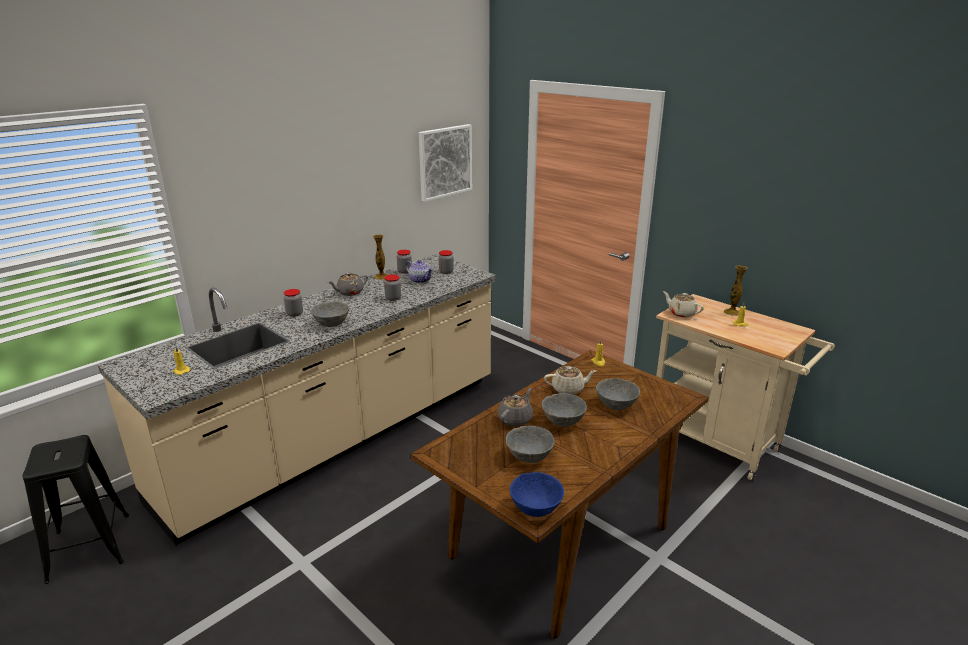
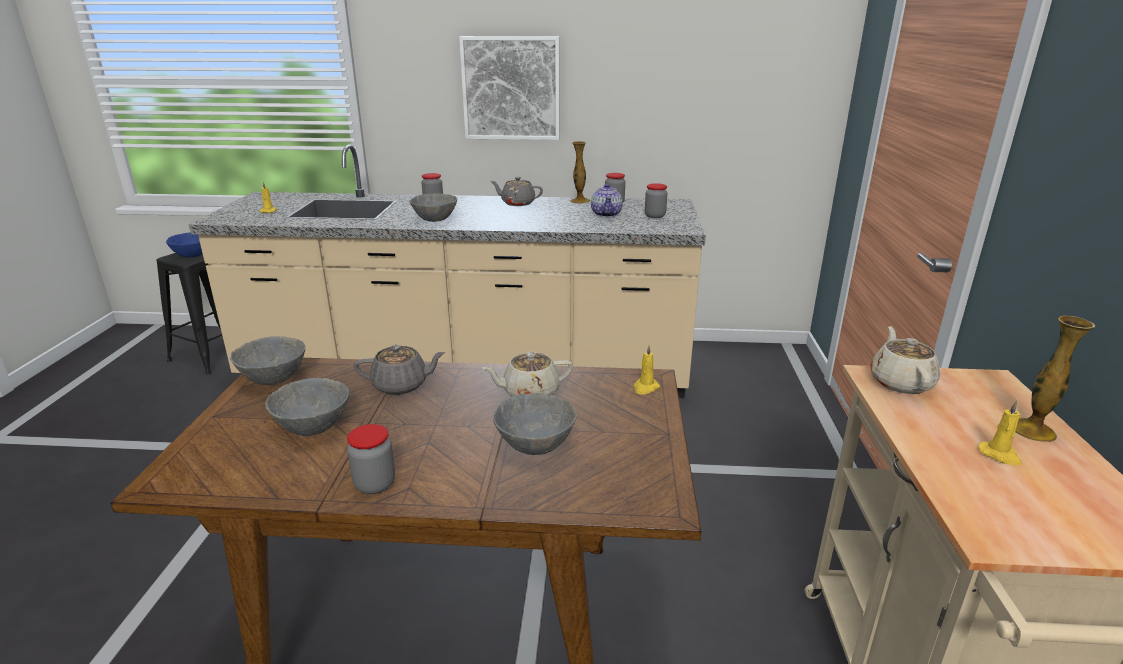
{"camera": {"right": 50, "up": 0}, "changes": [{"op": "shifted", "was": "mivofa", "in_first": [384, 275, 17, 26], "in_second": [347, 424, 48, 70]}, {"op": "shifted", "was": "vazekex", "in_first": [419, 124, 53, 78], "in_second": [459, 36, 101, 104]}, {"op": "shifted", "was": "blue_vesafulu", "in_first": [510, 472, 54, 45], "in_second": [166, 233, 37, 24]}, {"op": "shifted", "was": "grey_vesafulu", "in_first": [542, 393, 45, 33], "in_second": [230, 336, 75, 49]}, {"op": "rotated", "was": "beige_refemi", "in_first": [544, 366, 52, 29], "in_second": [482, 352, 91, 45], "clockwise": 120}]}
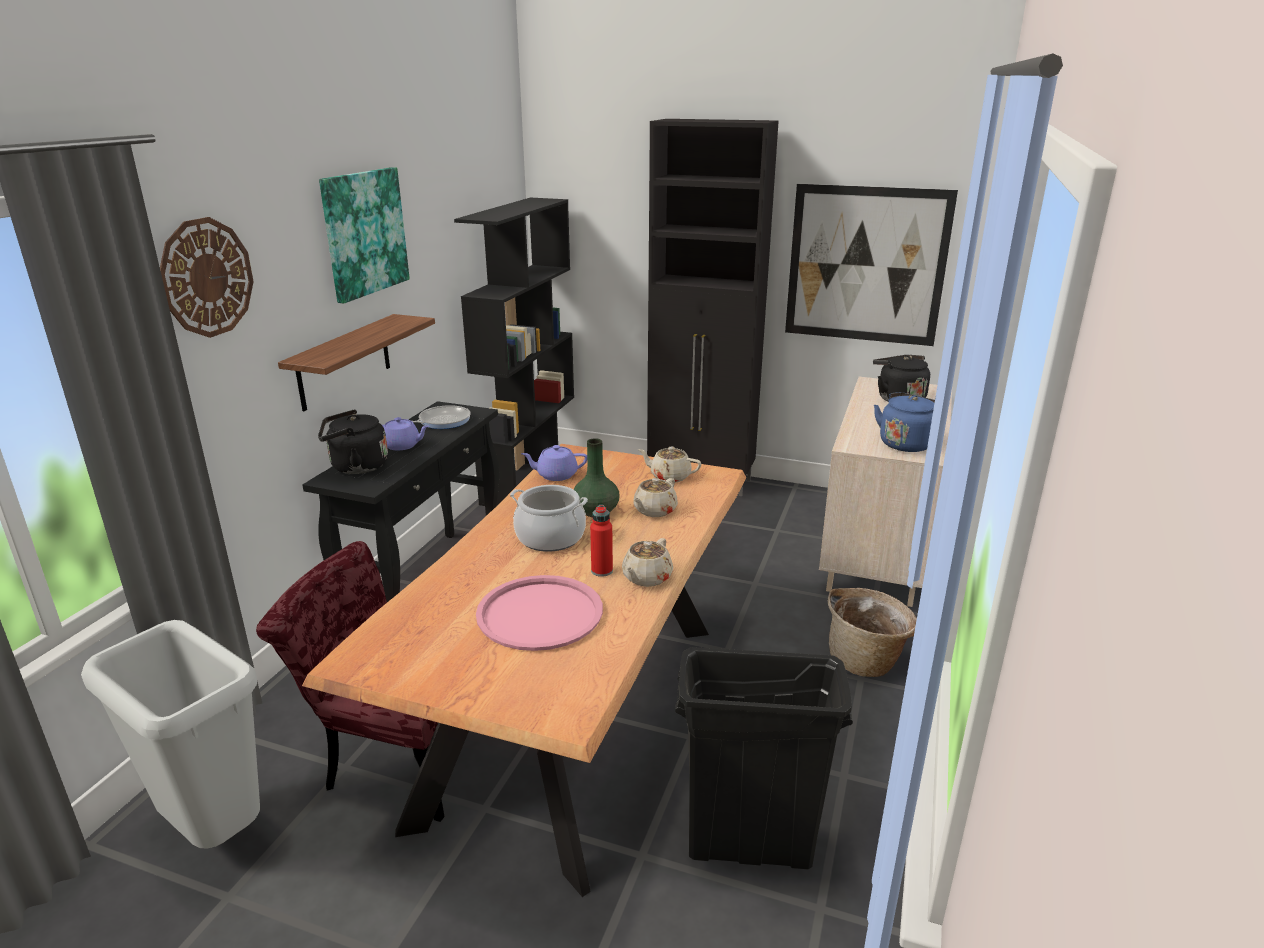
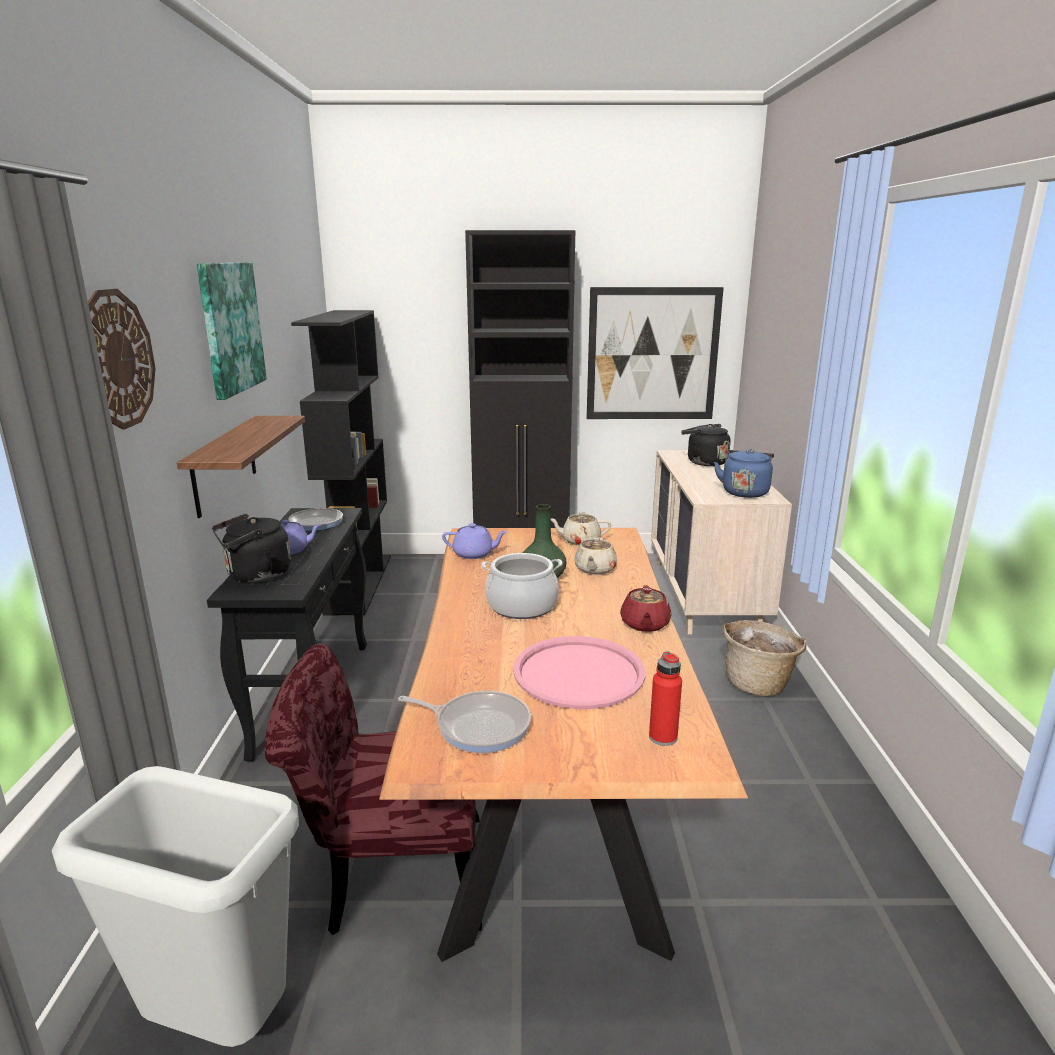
{"camera": {"right": -20, "up": -5}, "changes": [{"op": "rotated", "was": "purple_refemi", "in_first": [521, 445, 66, 36], "in_second": [442, 523, 66, 36], "clockwise": -150}, {"op": "shifted", "was": "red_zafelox", "in_first": [590, 505, 23, 72], "in_second": [649, 651, 33, 95]}, {"op": "repainted", "was": "beige_refemi", "now": "red_refemi", "in_first": [622, 538, 51, 49], "in_second": [620, 585, 51, 47]}, {"op": "gone", "was": "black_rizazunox", "in_first": [675, 647, 178, 222]}, {"op": "new", "now": "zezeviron", "in_second": [398, 691, 133, 62]}]}
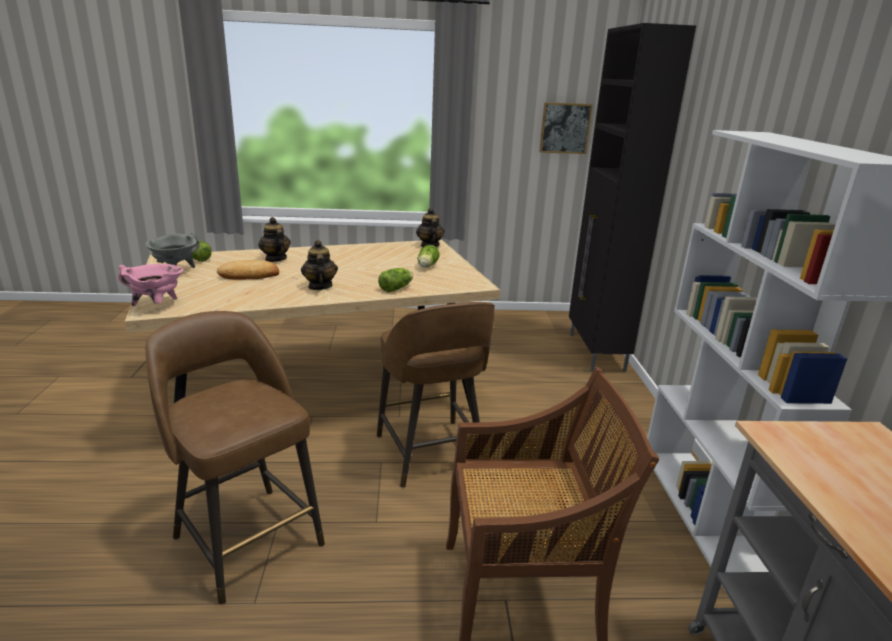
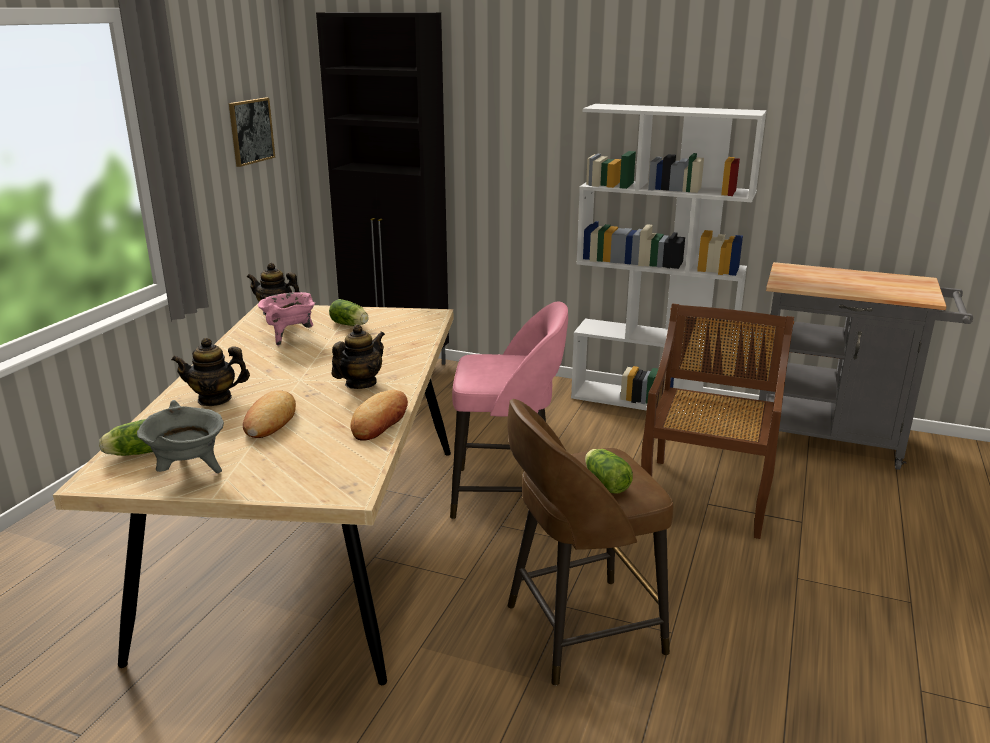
{"camera": {"right": -65, "up": 0}, "changes": [{"op": "shifted", "was": "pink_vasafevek", "in_first": [118, 264, 65, 42], "in_second": [258, 292, 57, 54]}, {"op": "rotated", "was": "refemi", "in_first": [301, 240, 37, 50], "in_second": [332, 324, 53, 65], "clockwise": 120}, {"op": "repainted", "was": "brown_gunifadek", "now": "pink_gunifadek", "in_first": [377, 302, 118, 186], "in_second": [450, 301, 118, 218]}, {"op": "shifted", "was": "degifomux", "in_first": [378, 268, 35, 24], "in_second": [585, 449, 48, 44]}, {"op": "new", "now": "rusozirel", "in_second": [350, 390, 58, 51]}]}
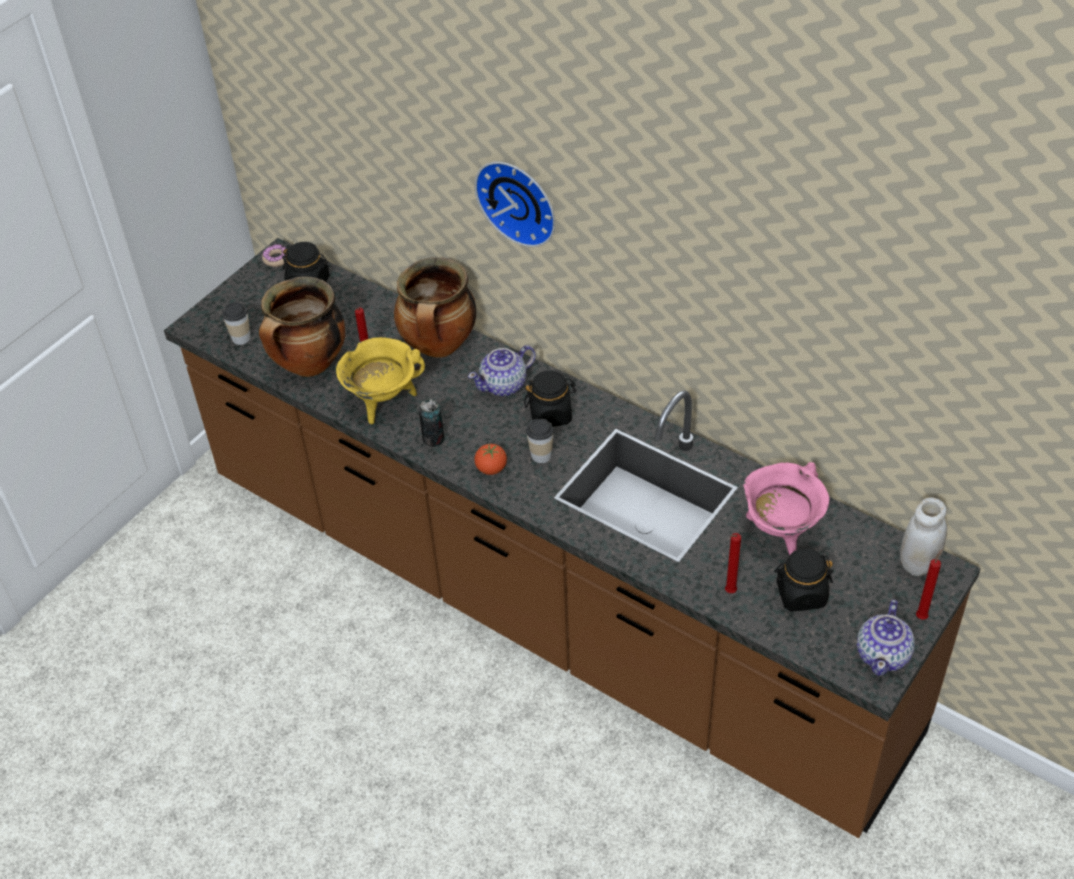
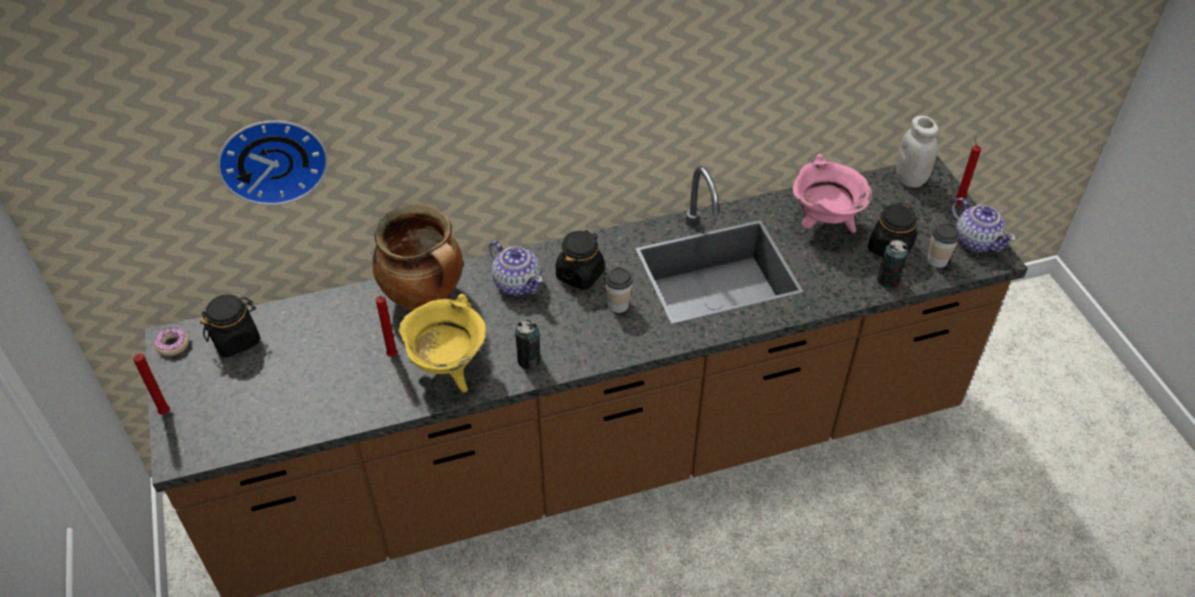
{"camera": {"right": -55, "up": 0}, "changes": [{"op": "shifted", "was": "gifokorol", "in_first": [222, 302, 28, 43], "in_second": [927, 223, 33, 45]}, {"op": "gone", "was": "vasafevek", "in_first": [259, 276, 86, 101]}, {"op": "rotated", "was": "refemi", "in_first": [468, 345, 68, 51], "in_second": [489, 241, 54, 55], "clockwise": -45}, {"op": "shifted", "was": "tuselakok", "in_first": [474, 162, 81, 85], "in_second": [217, 120, 111, 85]}, {"op": "gone", "was": "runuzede", "in_first": [474, 443, 33, 32]}, {"op": "shifted", "was": "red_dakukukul", "in_first": [725, 533, 16, 60], "in_second": [133, 353, 37, 62]}, {"op": "new", "now": "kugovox", "in_second": [877, 240, 31, 49]}]}
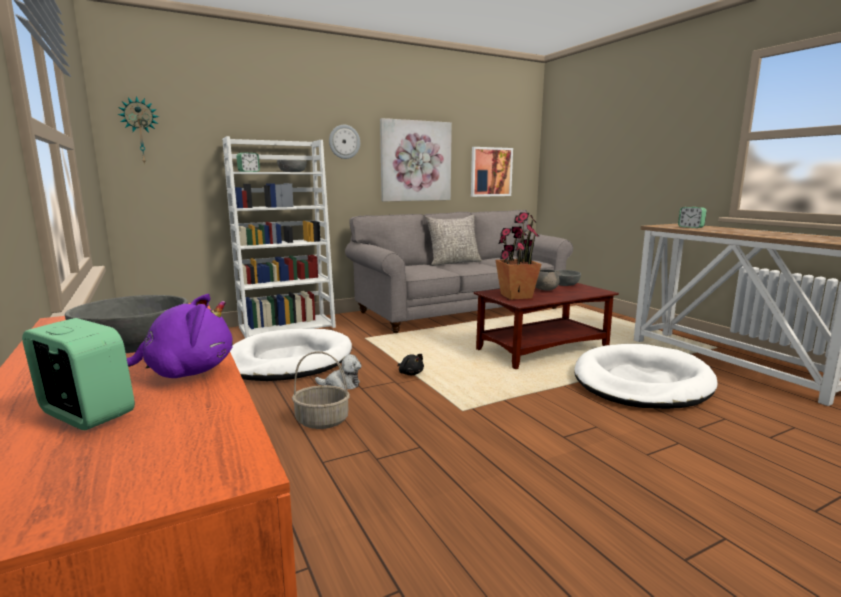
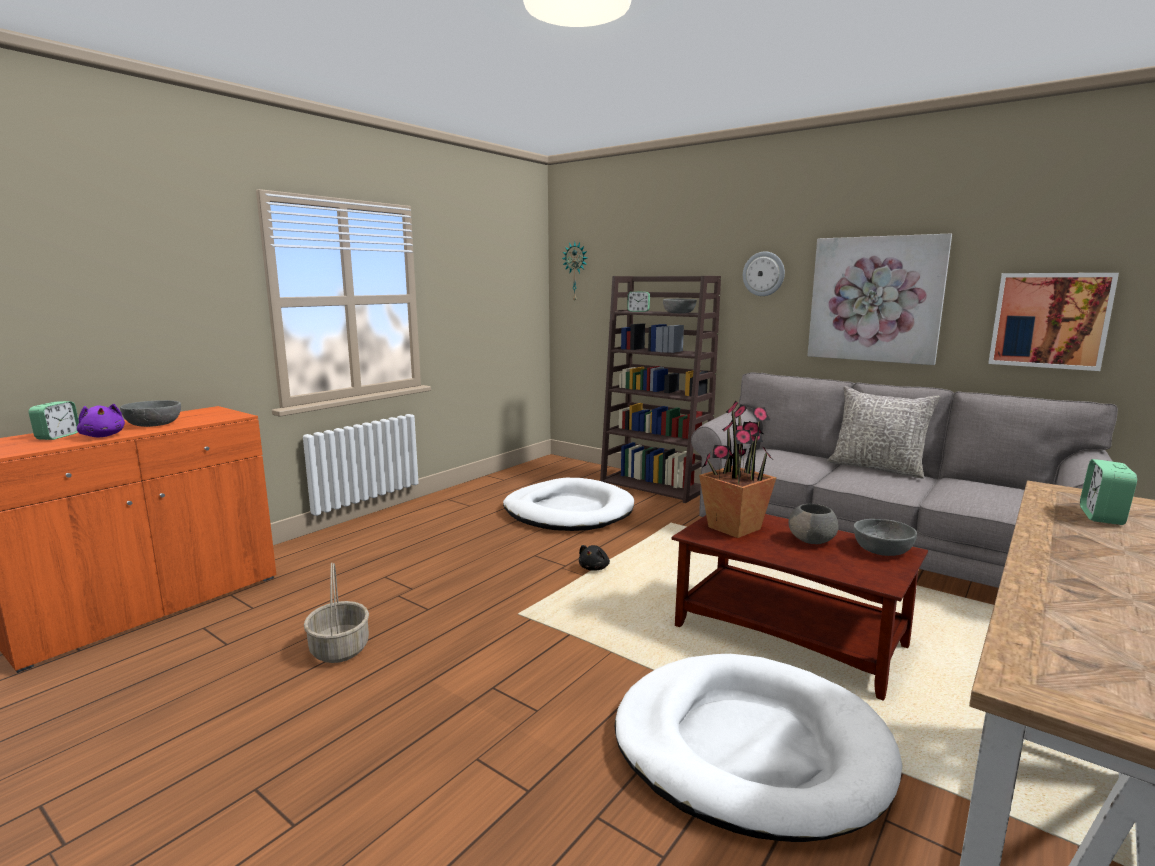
{"camera": {"right": 65, "up": 0}, "changes": [{"op": "repainted", "was": "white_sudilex", "now": "brown_sudilex", "in_first": [222, 136, 114, 202], "in_second": [600, 276, 121, 227]}, {"op": "shifted", "was": "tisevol", "in_first": [292, 351, 58, 78], "in_second": [304, 562, 65, 101]}, {"op": "gone", "was": "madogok", "in_first": [315, 354, 47, 35]}]}
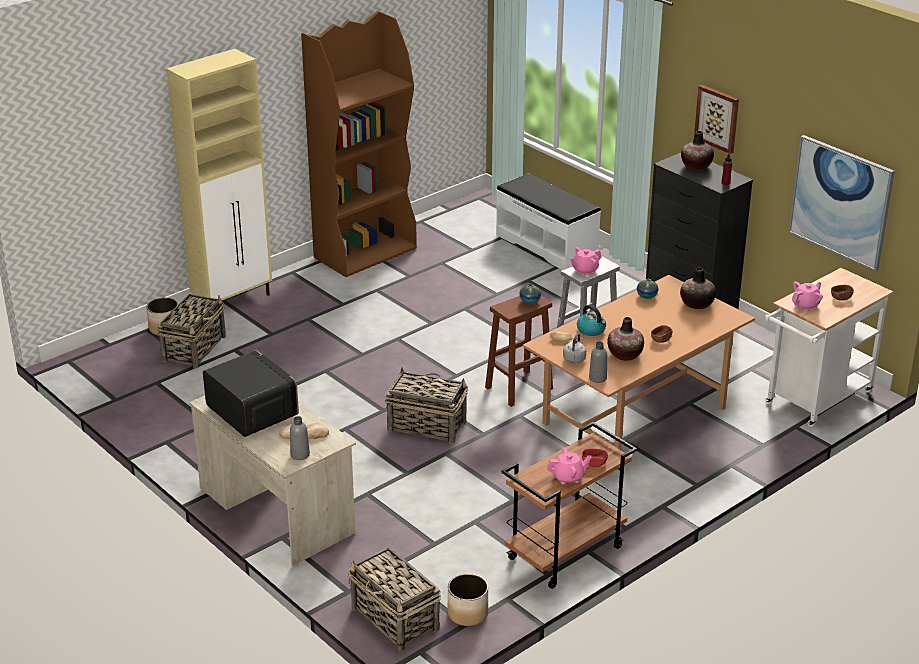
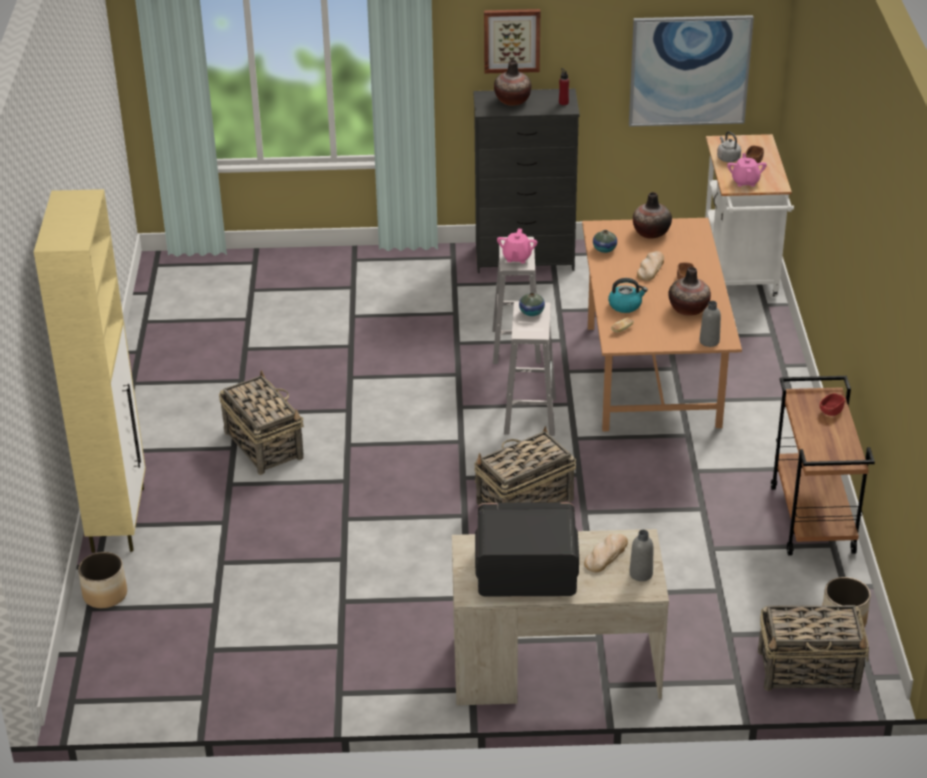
{"camera": {"right": -50, "up": 5}, "changes": [{"op": "shifted", "was": "tisevol", "in_first": [157, 294, 69, 75], "in_second": [219, 370, 85, 105]}, {"op": "gone", "was": "brown_sudilex", "in_first": [301, 11, 116, 266]}, {"op": "repainted", "was": "brown_gunifadek", "now": "white_gunifadek", "in_first": [485, 296, 68, 111], "in_second": [504, 302, 52, 134]}, {"op": "gone", "was": "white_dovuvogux", "in_first": [496, 173, 105, 97]}, {"op": "gone", "was": "pink_refemi", "in_first": [547, 447, 44, 37]}, {"op": "shifted", "was": "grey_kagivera", "in_first": [563, 333, 23, 30], "in_second": [717, 131, 24, 31]}, {"op": "new", "now": "rusozirel", "in_second": [637, 251, 27, 30]}]}
